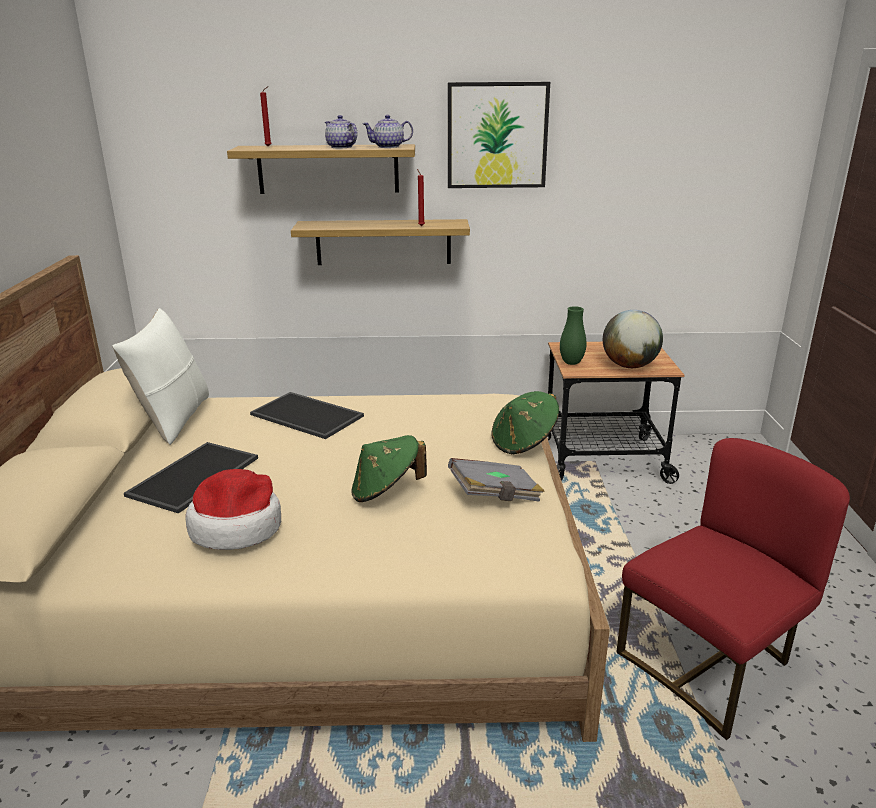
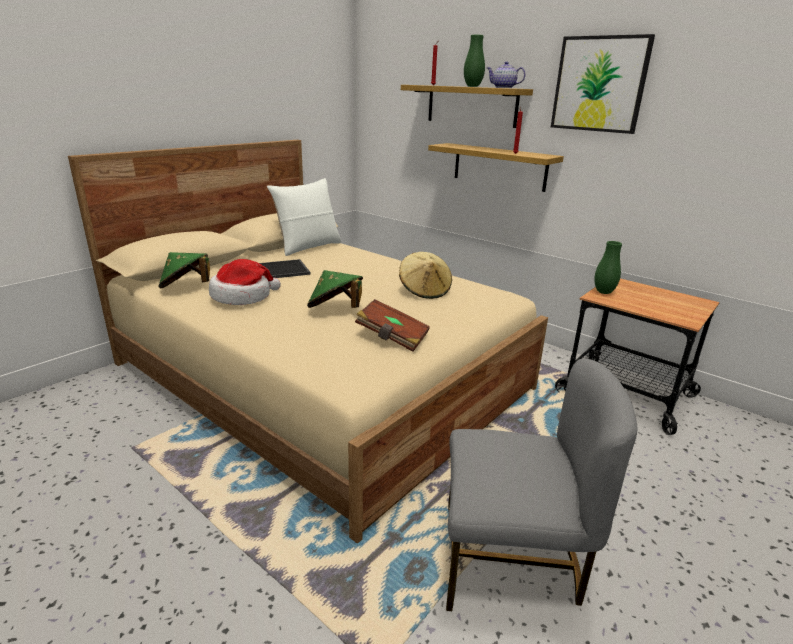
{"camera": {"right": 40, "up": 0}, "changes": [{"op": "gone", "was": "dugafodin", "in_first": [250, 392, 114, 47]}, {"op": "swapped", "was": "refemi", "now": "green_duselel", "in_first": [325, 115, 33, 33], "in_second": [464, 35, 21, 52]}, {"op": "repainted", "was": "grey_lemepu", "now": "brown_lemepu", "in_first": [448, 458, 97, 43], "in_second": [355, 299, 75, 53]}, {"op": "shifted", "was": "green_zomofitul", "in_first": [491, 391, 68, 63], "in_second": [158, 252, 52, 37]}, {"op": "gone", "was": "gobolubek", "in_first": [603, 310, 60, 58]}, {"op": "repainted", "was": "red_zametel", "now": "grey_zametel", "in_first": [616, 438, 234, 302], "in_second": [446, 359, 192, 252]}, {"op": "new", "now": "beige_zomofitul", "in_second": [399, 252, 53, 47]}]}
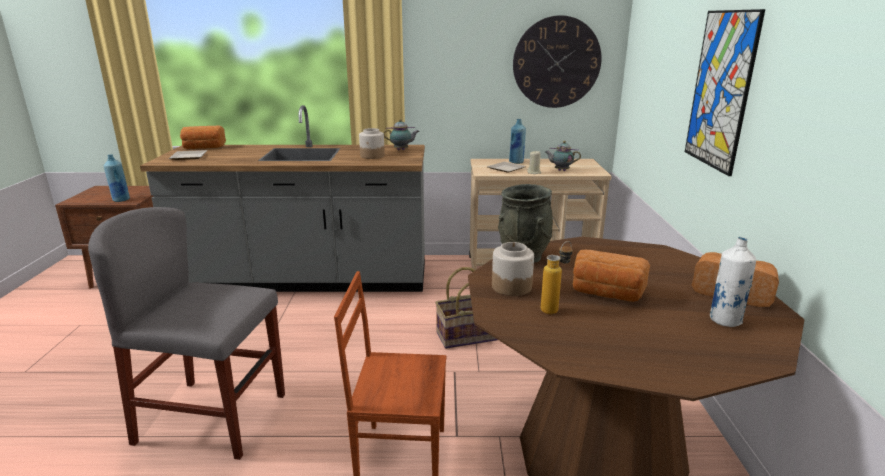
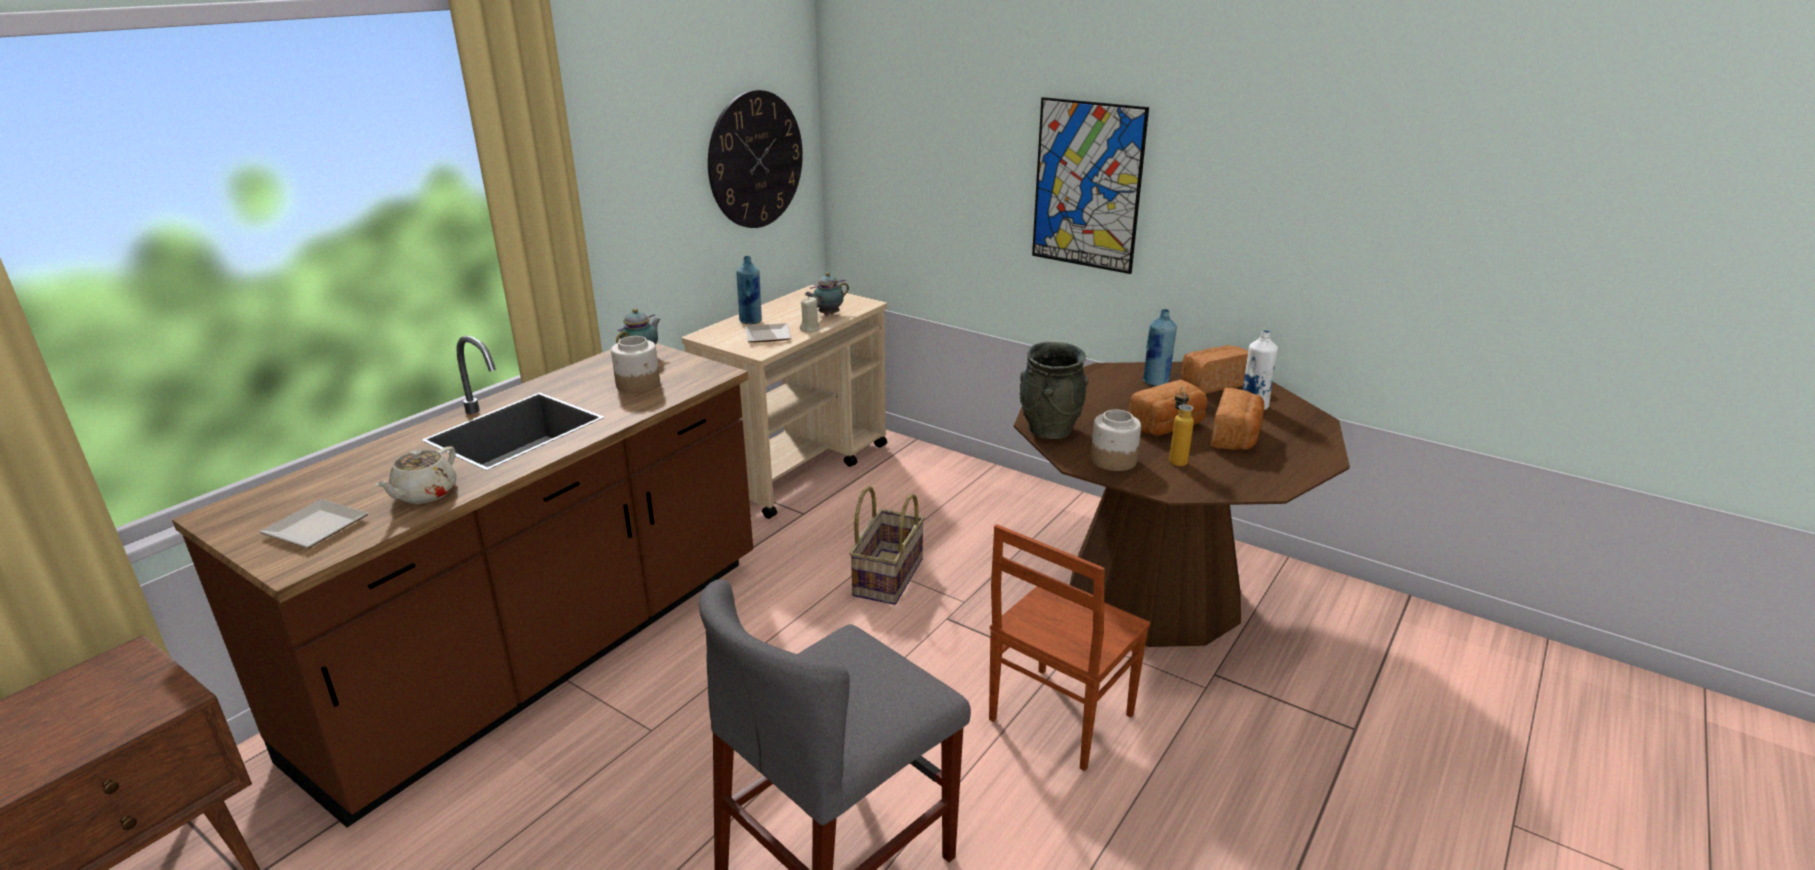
{"camera": {"right": -55, "up": 5}, "changes": [{"op": "shifted", "was": "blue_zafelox", "in_first": [104, 154, 26, 48], "in_second": [1143, 309, 34, 77]}, {"op": "repainted", "was": "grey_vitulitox", "now": "brown_vitulitox", "in_first": [140, 105, 285, 187], "in_second": [172, 335, 581, 492]}, {"op": "shifted", "was": "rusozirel", "in_first": [180, 126, 46, 23], "in_second": [1211, 388, 53, 62]}, {"op": "new", "now": "beige_refemi", "in_second": [376, 447, 81, 57]}]}
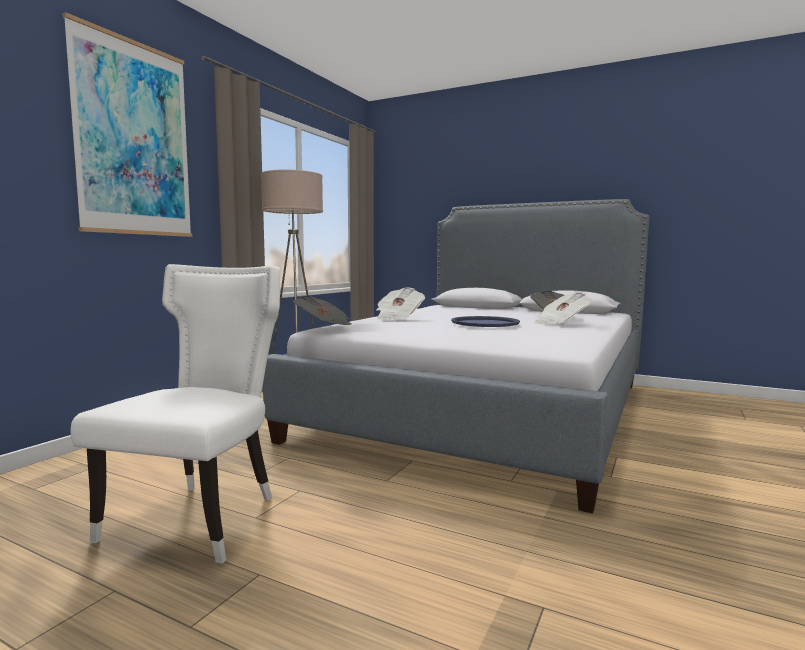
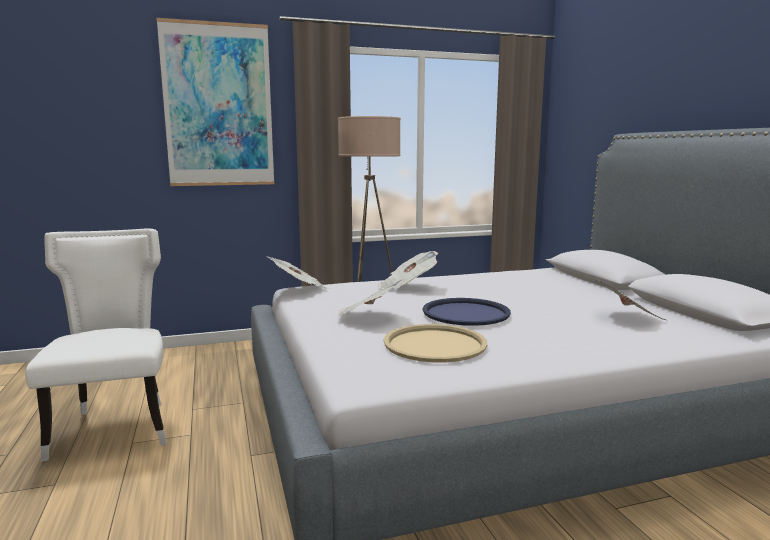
{"camera": {"right": 45, "up": 5}, "changes": [{"op": "rotated", "was": "white_zametel", "in_first": [70, 264, 210, 300], "in_second": [25, 229, 142, 233], "clockwise": -75}, {"op": "shifted", "was": "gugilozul", "in_first": [534, 292, 58, 32], "in_second": [337, 279, 67, 38]}, {"op": "new", "now": "beige_dugafodin", "in_second": [384, 324, 103, 38]}]}
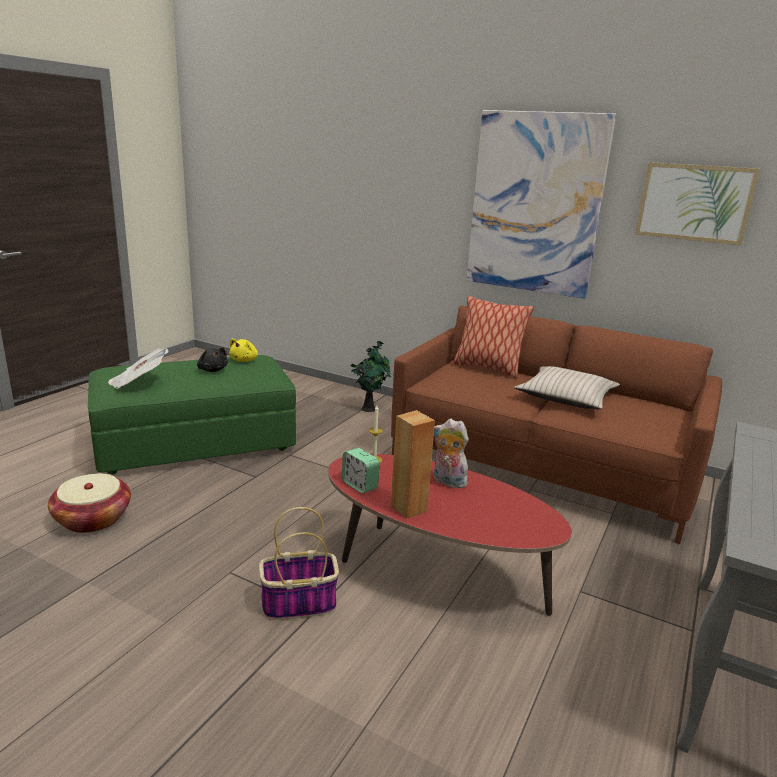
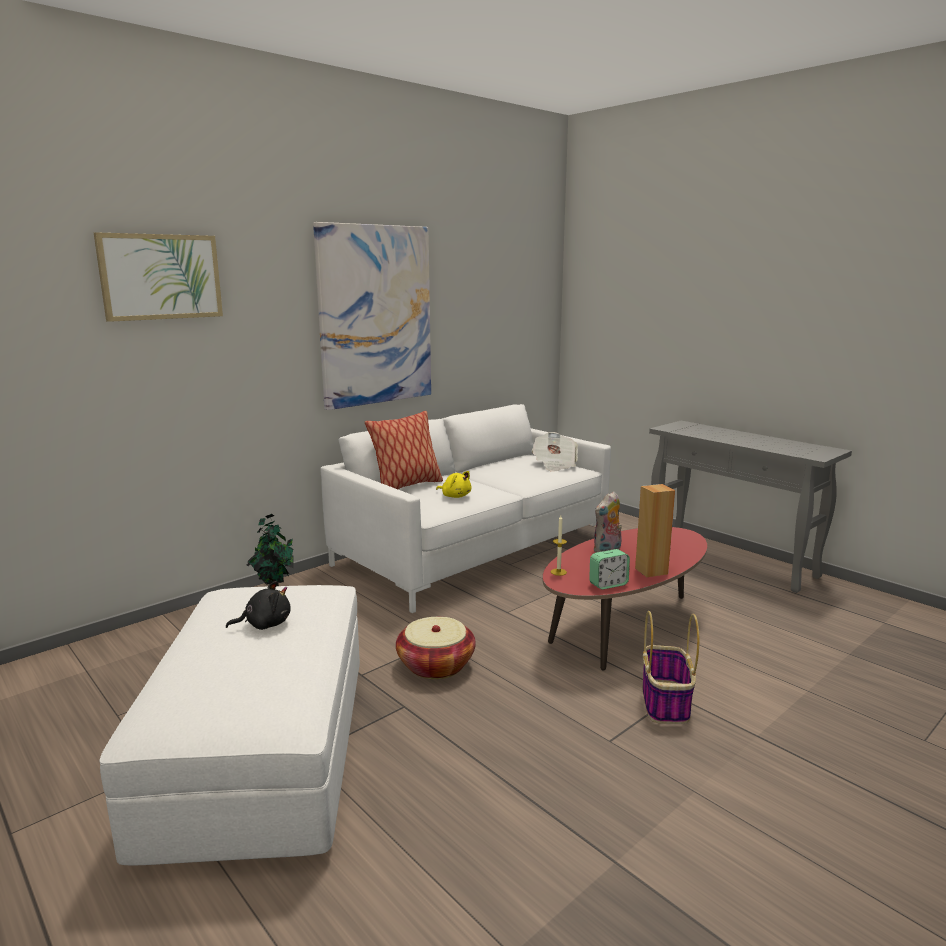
{"camera": {"right": -70, "up": -5}, "changes": [{"op": "shifted", "was": "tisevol", "in_first": [48, 474, 83, 59], "in_second": [396, 617, 80, 62]}, {"op": "repainted", "was": "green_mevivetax", "now": "white_mevivetax", "in_first": [88, 355, 208, 120], "in_second": [99, 585, 261, 281]}, {"op": "shifted", "was": "gugilozul", "in_first": [108, 348, 60, 41], "in_second": [532, 432, 46, 39]}, {"op": "shifted", "was": "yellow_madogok", "in_first": [229, 338, 29, 24], "in_second": [436, 471, 36, 27]}, {"op": "repainted", "was": "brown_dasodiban", "now": "white_dasodiban", "in_first": [391, 306, 331, 238], "in_second": [320, 404, 291, 209]}, {"op": "gone", "was": "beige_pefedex", "in_first": [514, 366, 106, 44]}, {"op": "shifted", "was": "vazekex", "in_first": [635, 162, 125, 84], "in_second": [94, 232, 129, 90]}]}
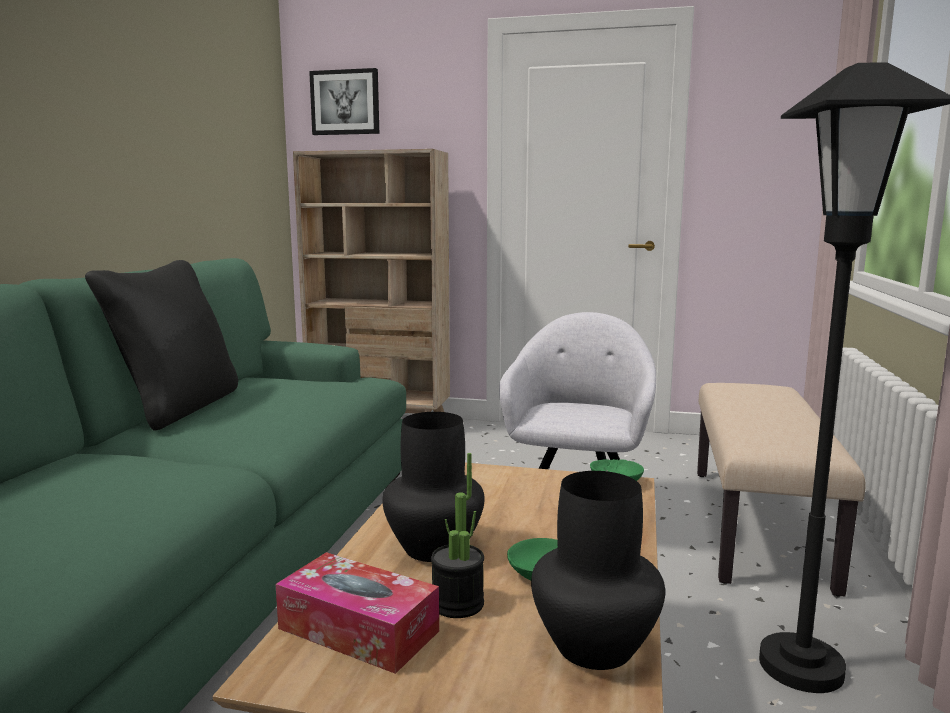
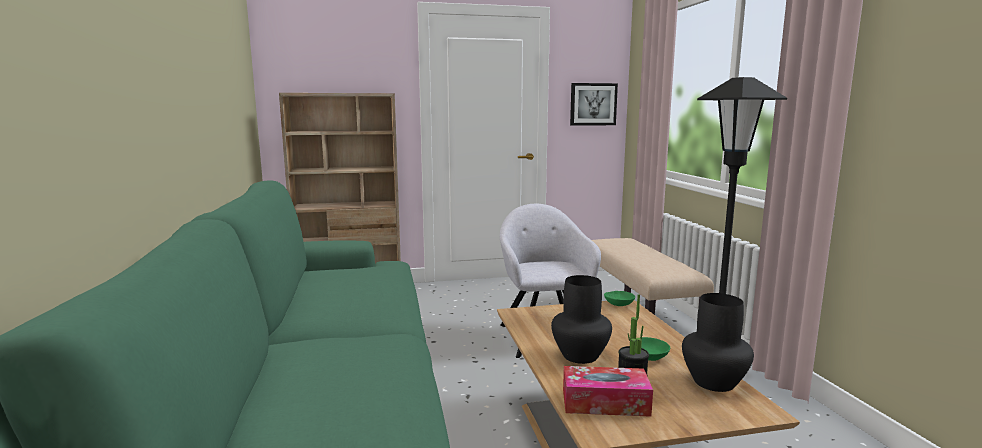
{"camera": {"right": -25, "up": 0}, "changes": [{"op": "gone", "was": "black_pefedex", "in_first": [85, 260, 153, 171]}, {"op": "shifted", "was": "vazekex", "in_first": [309, 68, 70, 67], "in_second": [570, 83, 48, 43]}]}
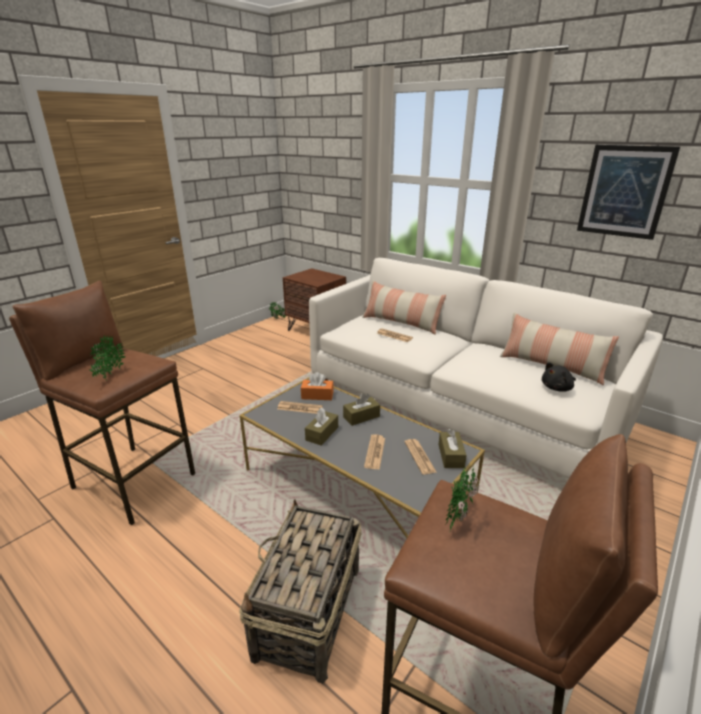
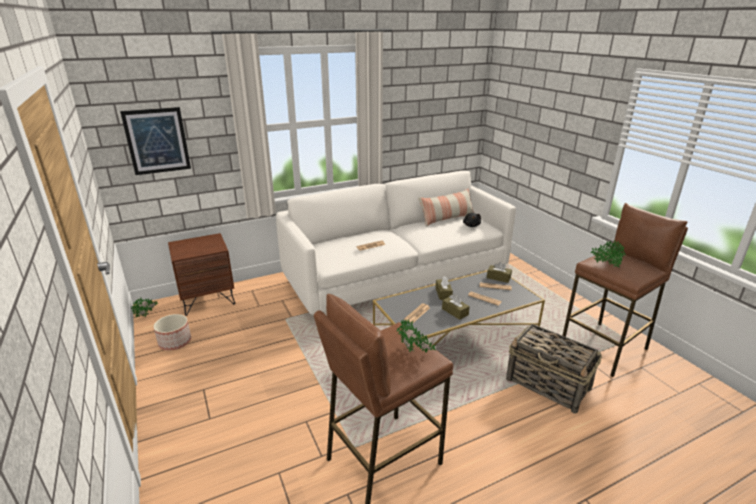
{"camera": {"right": -65, "up": 0}, "changes": [{"op": "gone", "was": "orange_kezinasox", "in_first": [301, 372, 33, 28]}, {"op": "gone", "was": "pefedex", "in_first": [362, 281, 84, 54]}, {"op": "shifted", "was": "vazekex", "in_first": [577, 145, 103, 95], "in_second": [120, 107, 71, 68]}, {"op": "new", "now": "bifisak", "in_second": [154, 314, 37, 36]}]}
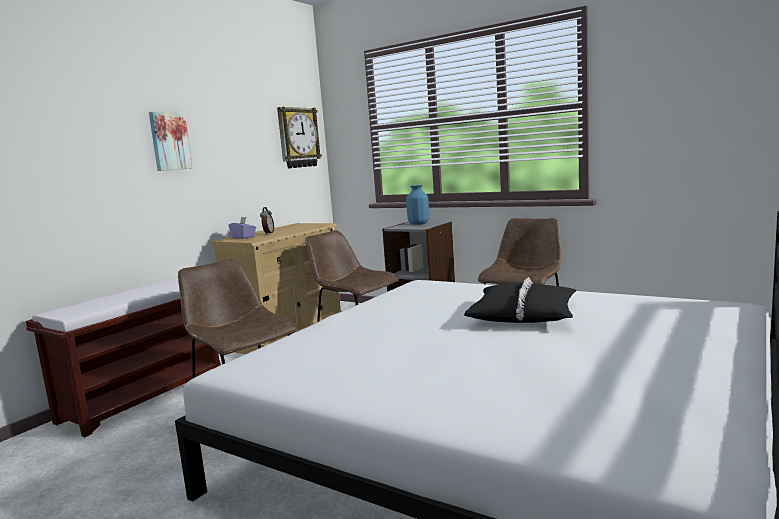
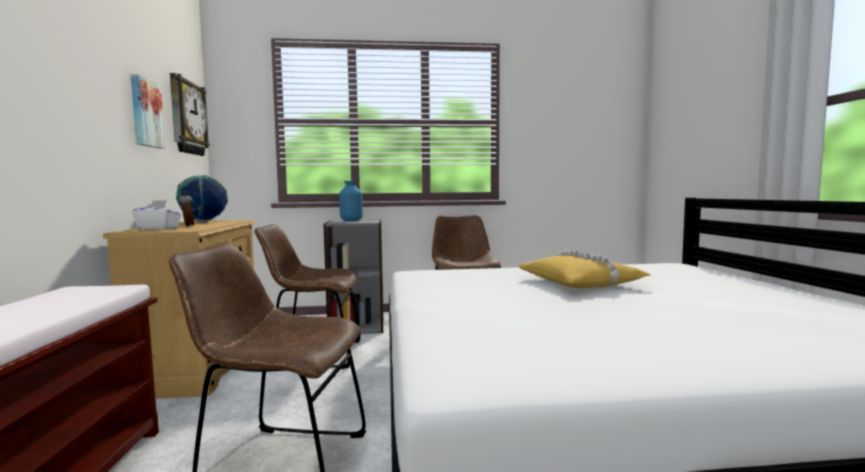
{"camera": {"right": -40, "up": -5}, "changes": [{"op": "shifted", "was": "vazekex", "in_first": [149, 112, 44, 59], "in_second": [131, 74, 34, 75]}, {"op": "repainted", "was": "purple_kezinasox", "now": "white_kezinasox", "in_first": [228, 217, 28, 22], "in_second": [132, 200, 50, 30]}, {"op": "repainted", "was": "black_pefedex", "now": "yellow_pefedex", "in_first": [464, 277, 113, 46], "in_second": [518, 250, 133, 38]}, {"op": "new", "now": "gobolubek", "in_second": [176, 175, 52, 47]}]}
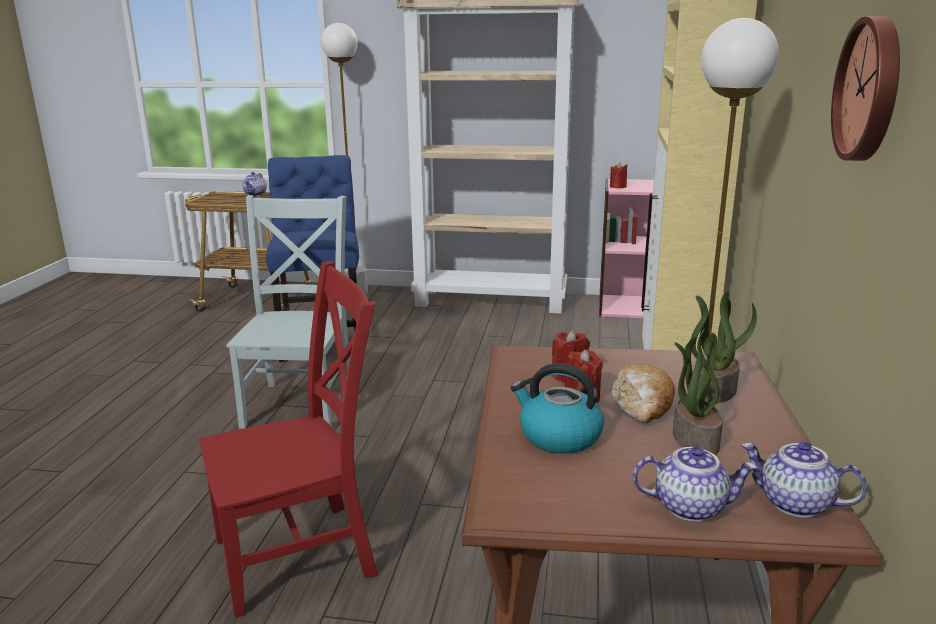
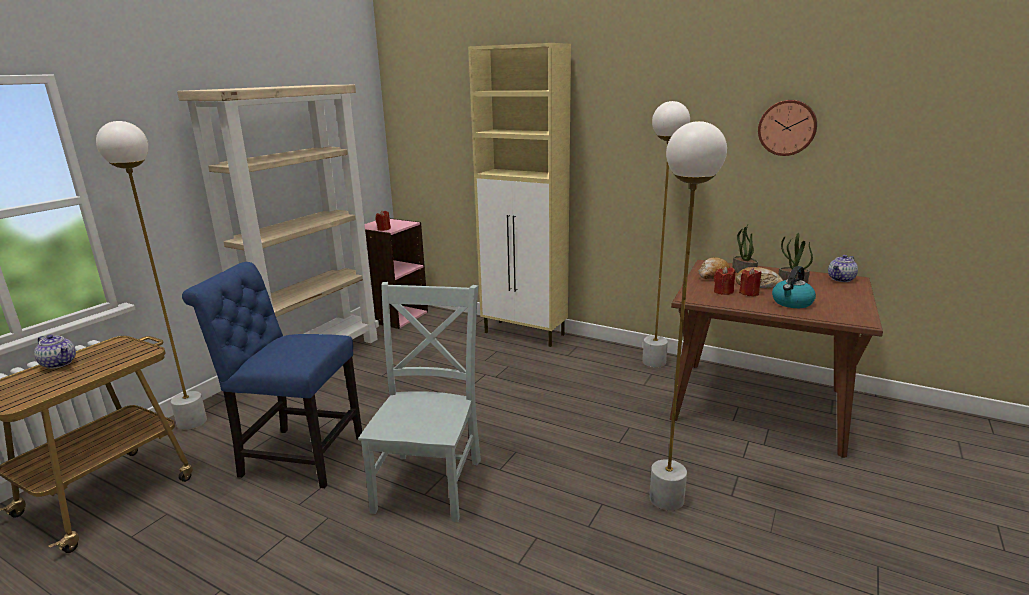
{"camera": {"right": -70, "up": 0}, "changes": [{"op": "swapped", "was": "red_zametel", "now": "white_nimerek", "in_first": [199, 261, 178, 357], "in_second": [649, 121, 78, 390]}, {"op": "rotated", "was": "grey_zametel", "in_first": [226, 195, 124, 234], "in_second": [358, 282, 123, 240], "clockwise": 75}, {"op": "gone", "was": "refemi", "in_first": [633, 446, 124, 76]}, {"op": "new", "now": "rusozirel", "in_second": [698, 258, 32, 21]}]}
